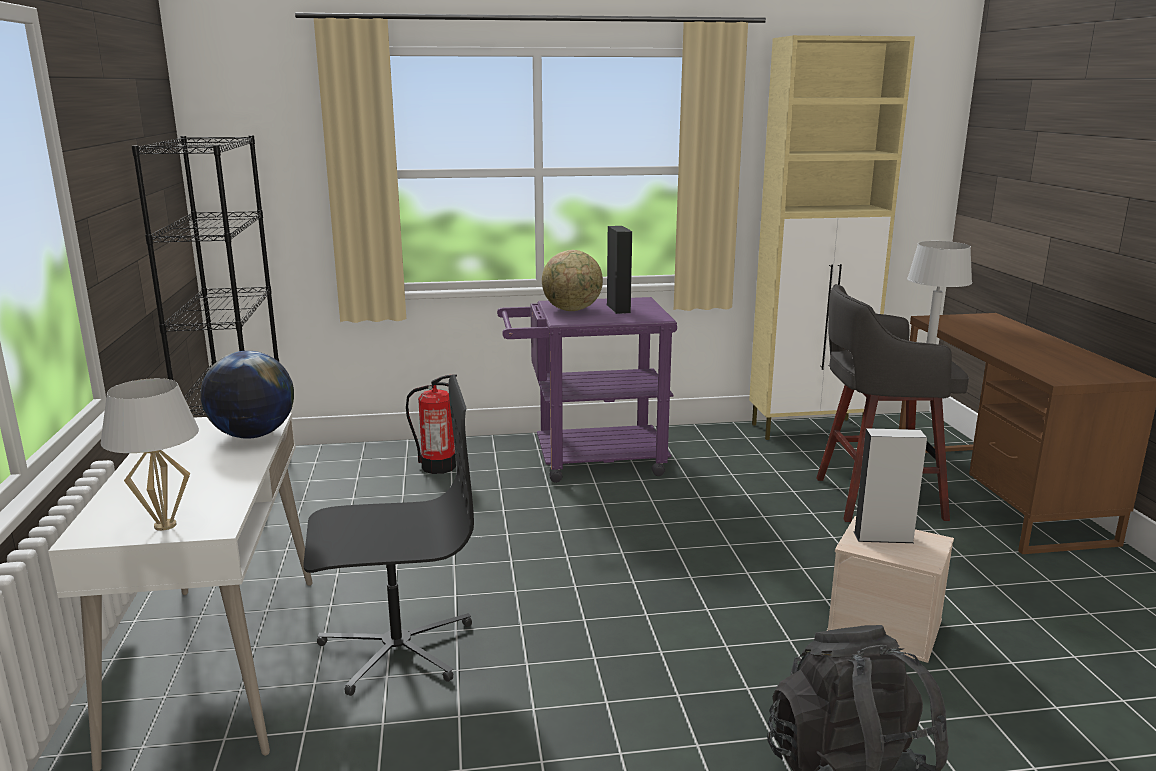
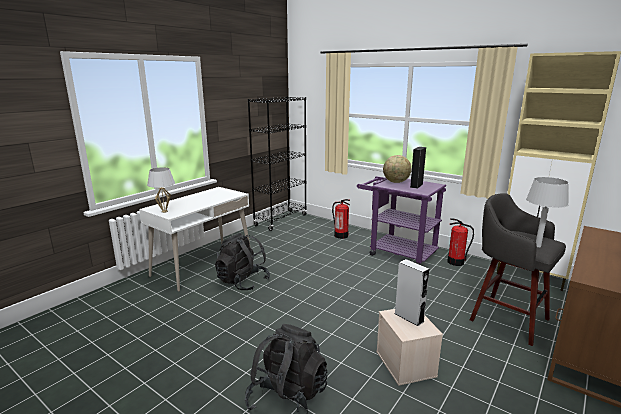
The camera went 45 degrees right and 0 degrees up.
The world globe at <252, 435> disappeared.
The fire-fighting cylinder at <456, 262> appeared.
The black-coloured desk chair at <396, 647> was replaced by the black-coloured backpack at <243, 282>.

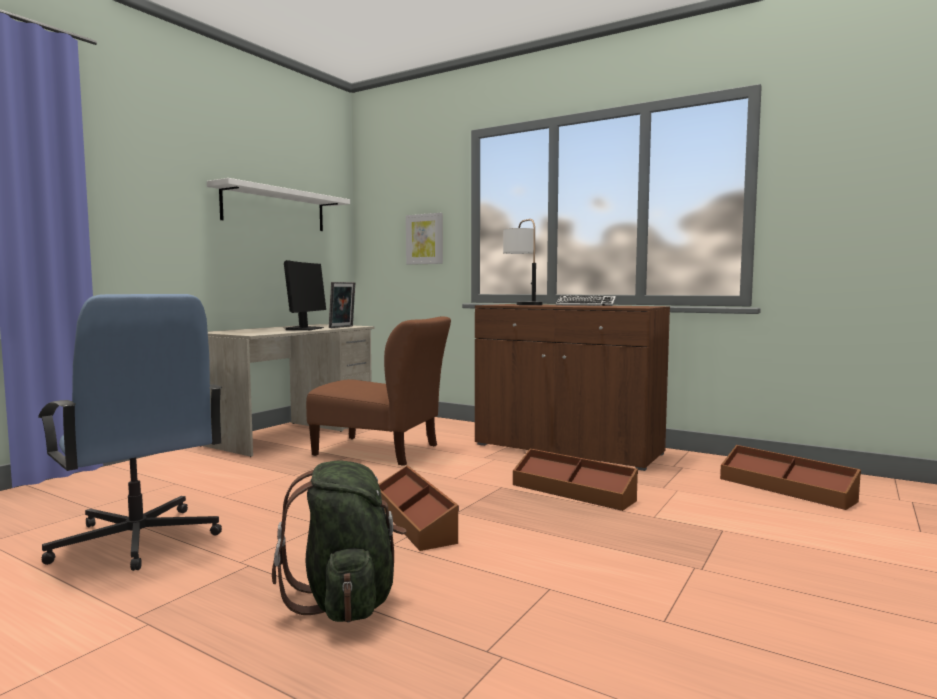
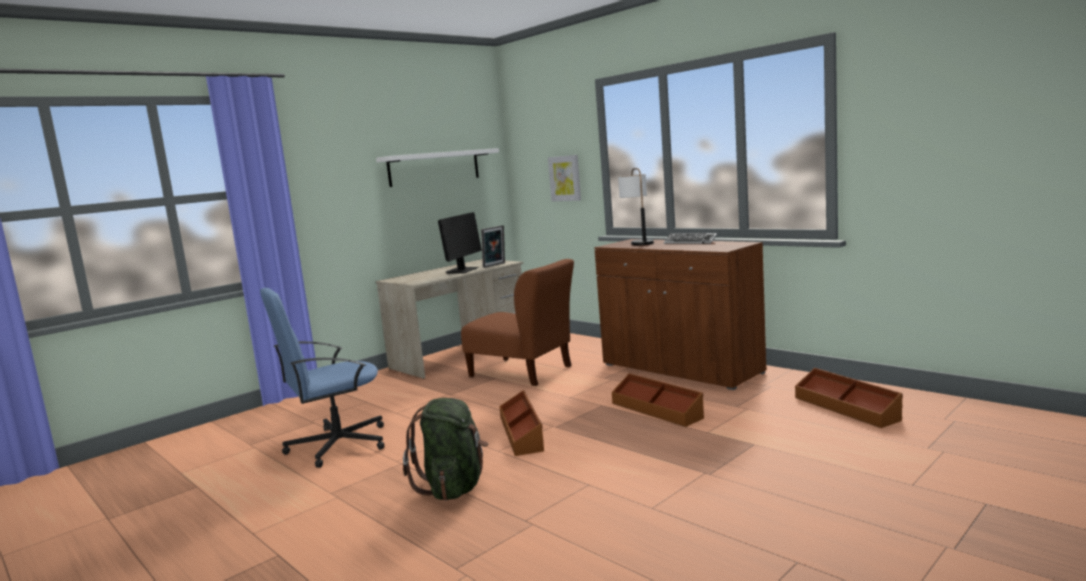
The camera went 15 degrees right and 5 degrees up.
The blue-coloured desk chair at <137, 541> turned 90 degrees clockwise.

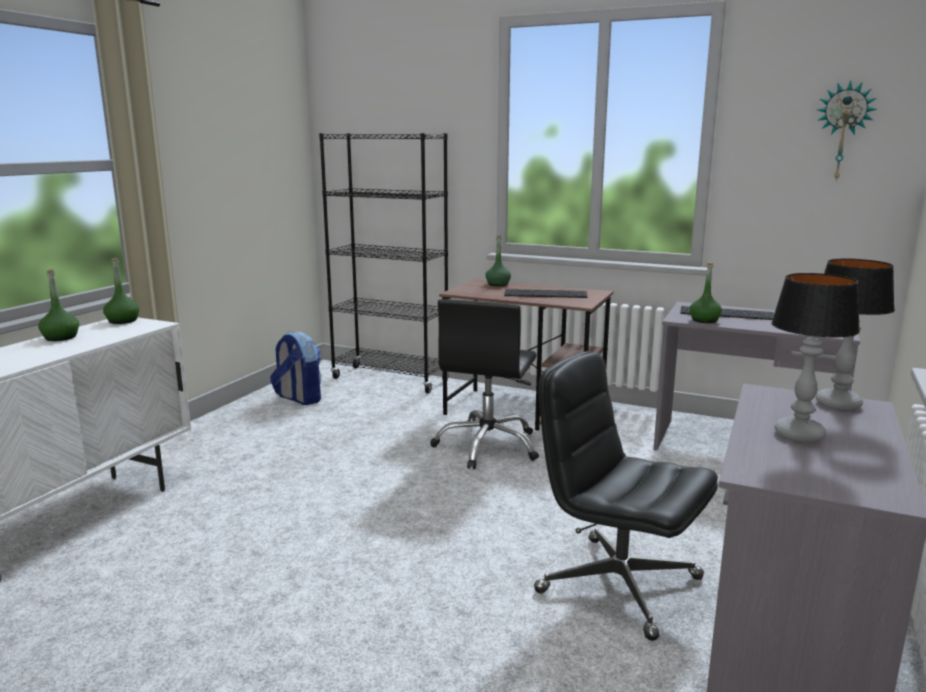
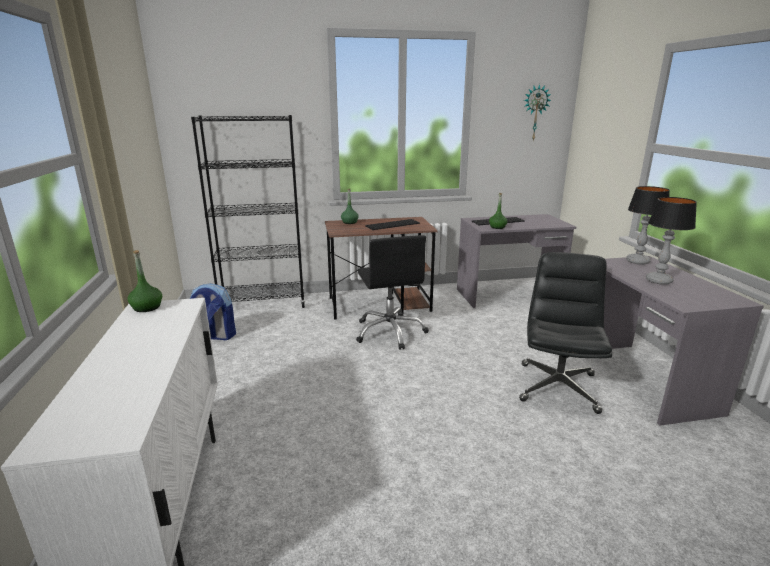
The camera went 35 degrees left and 5 degrees up.
The green bottle at <61, 337> disappeared.
The black-coloured desk chair at <617, 584> turned 105 degrees clockwise.

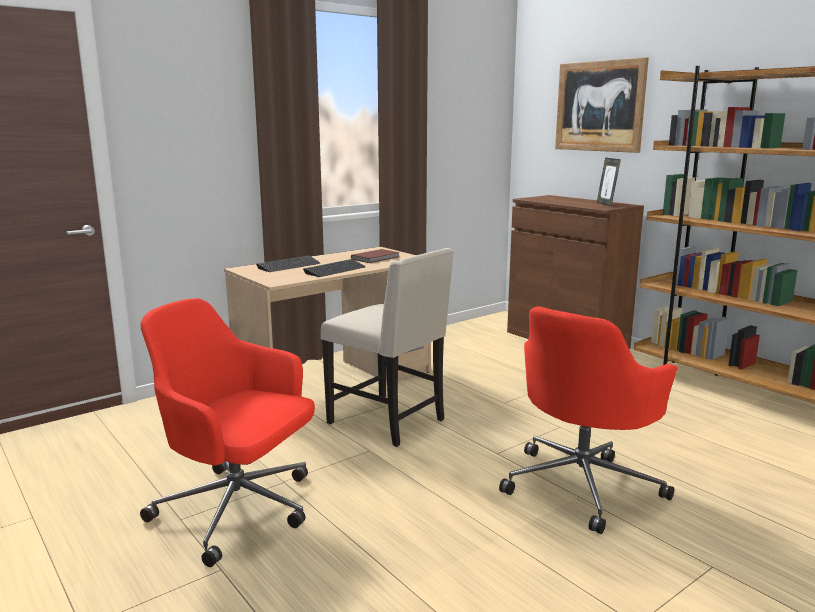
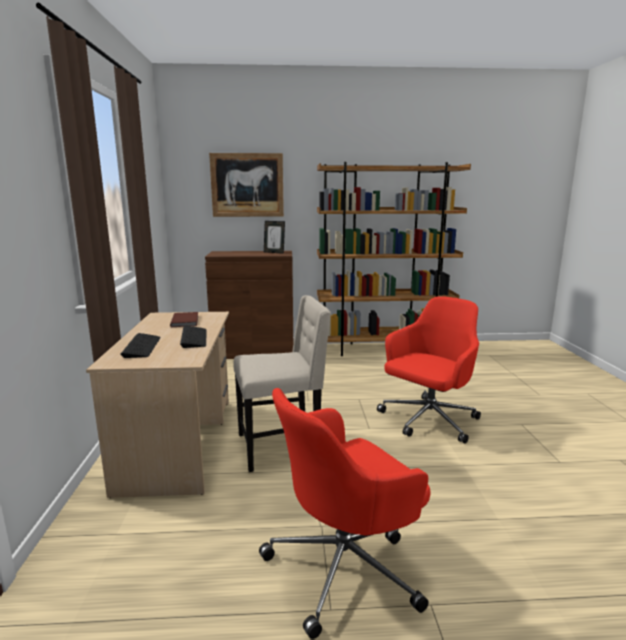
The camera went 55 degrees left and 0 degrees up.
The red-coloured desk chair at <583, 485> turned 120 degrees counterclockwise.

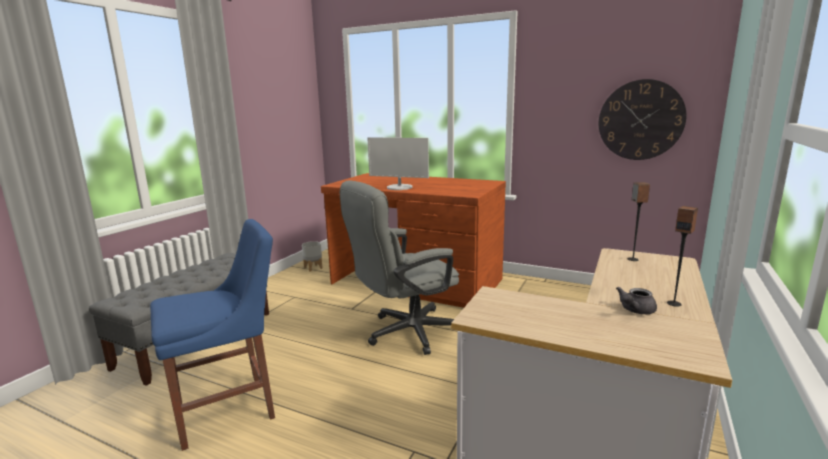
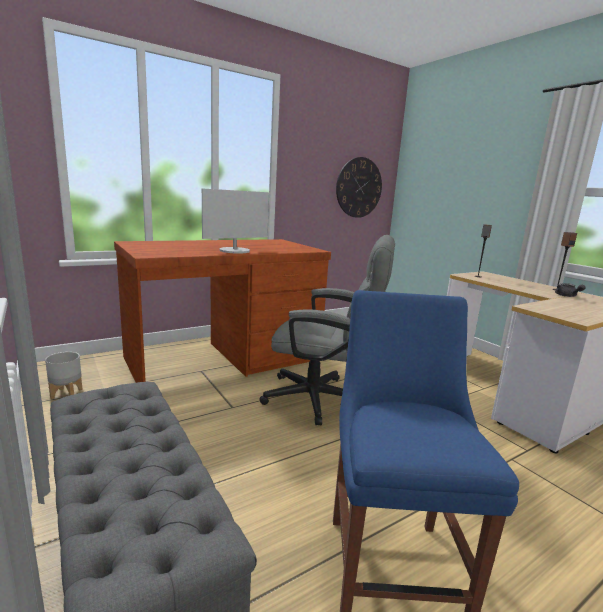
The camera went 60 degrees left and 0 degrees up.
The grey desk chair at <405, 333> turned 75 degrees counterclockwise.

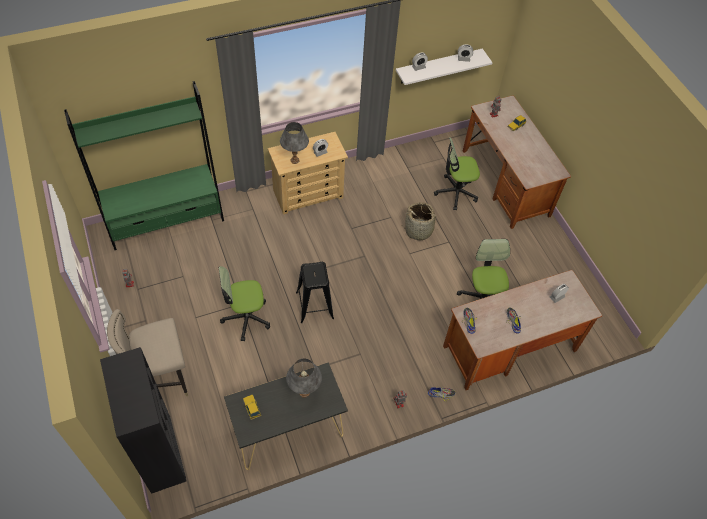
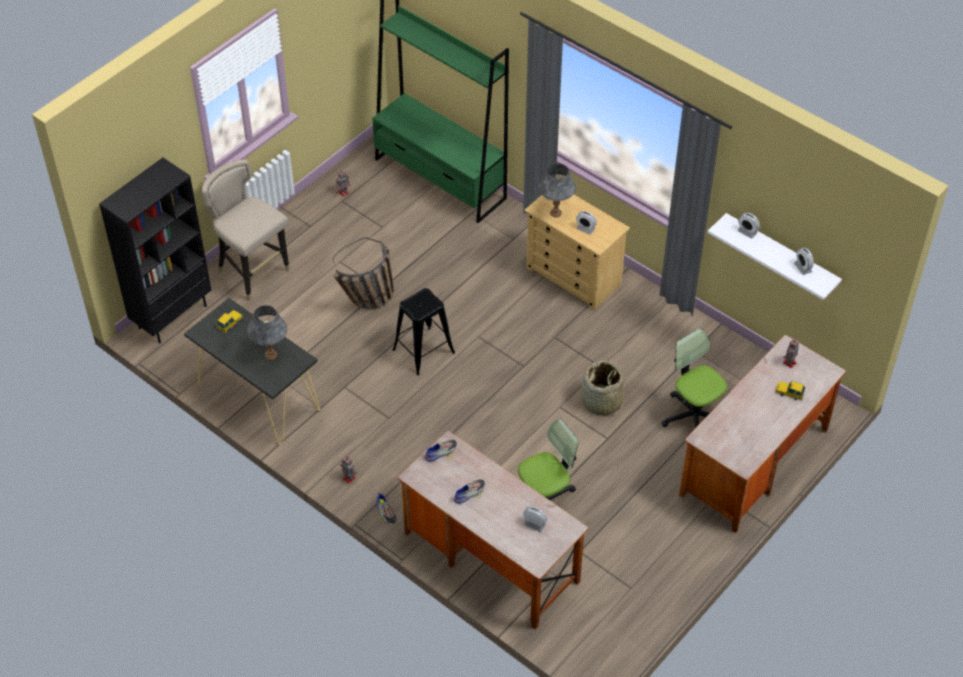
The camera went 65 degrees right and 5 degrees down.
The desk chair at <246, 318> was replaced by the storage basket at <367, 302>.

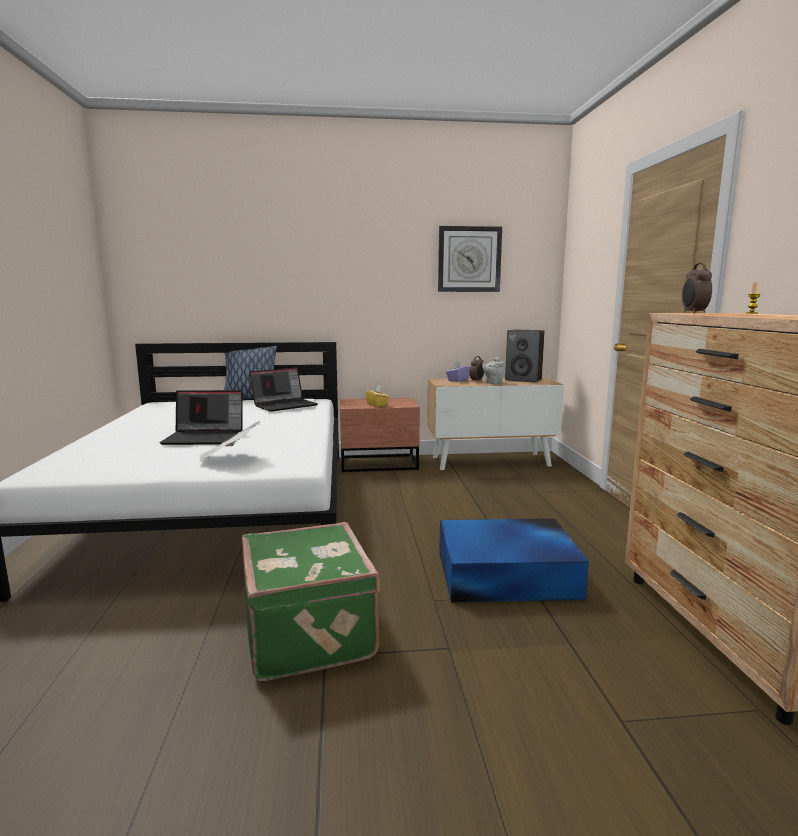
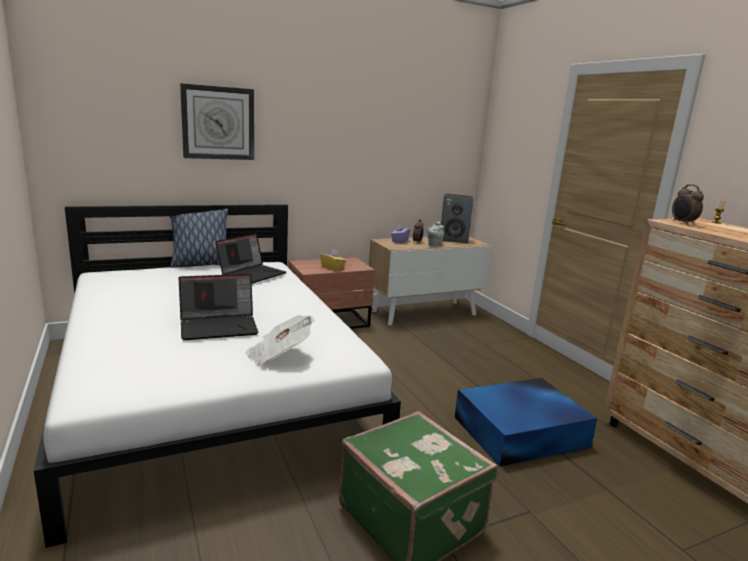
The camera went 20 degrees left and 5 degrees up.
The wall clock moved from <469, 259> to <218, 123>.

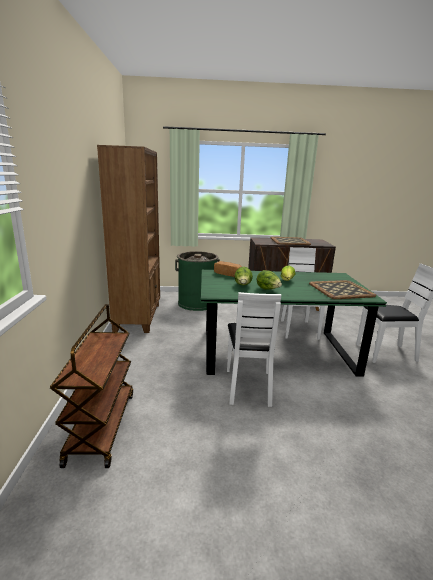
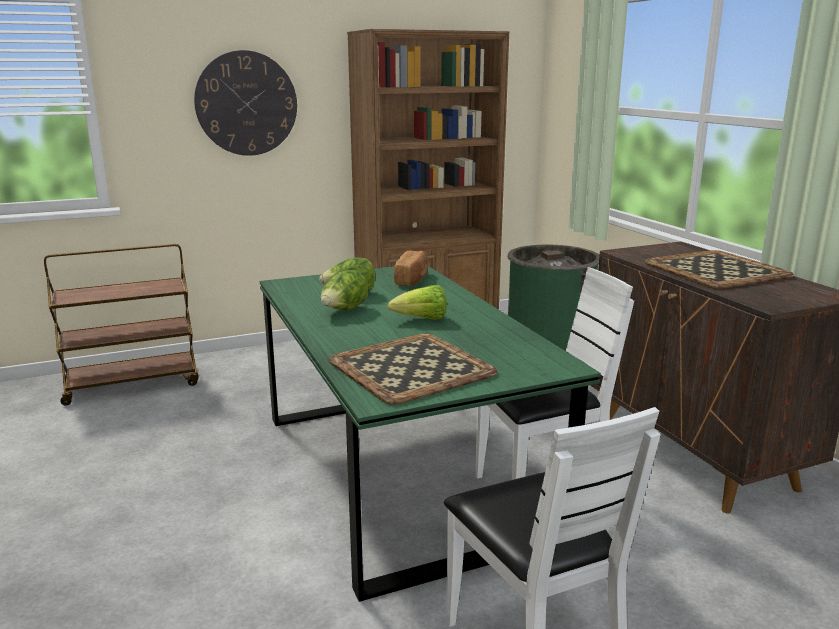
The camera went 70 degrees right and 0 degrees up.
The white-coloured chair at <249, 386> disappeared.
The wall clock at <246, 103> appeared.

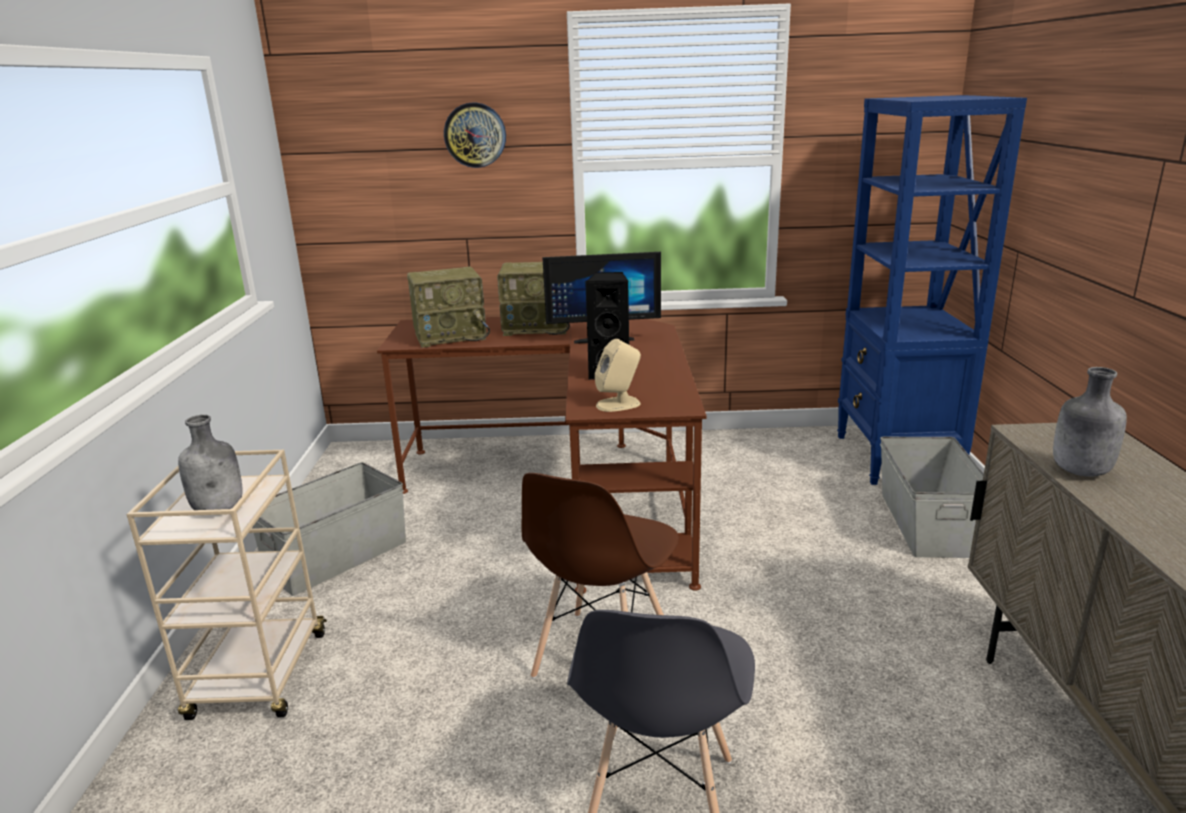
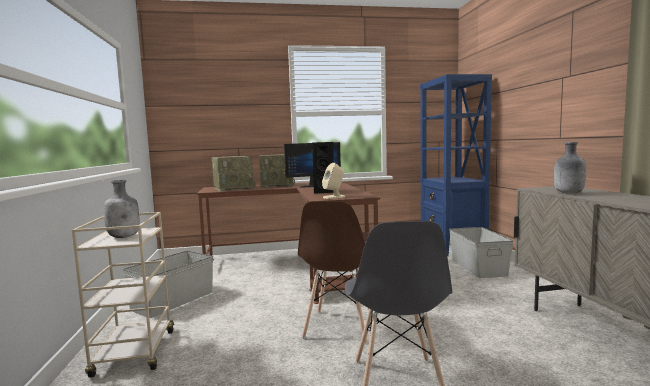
The camera went 10 degrees left and 15 degrees down.
The wall clock at <475, 135> disappeared.

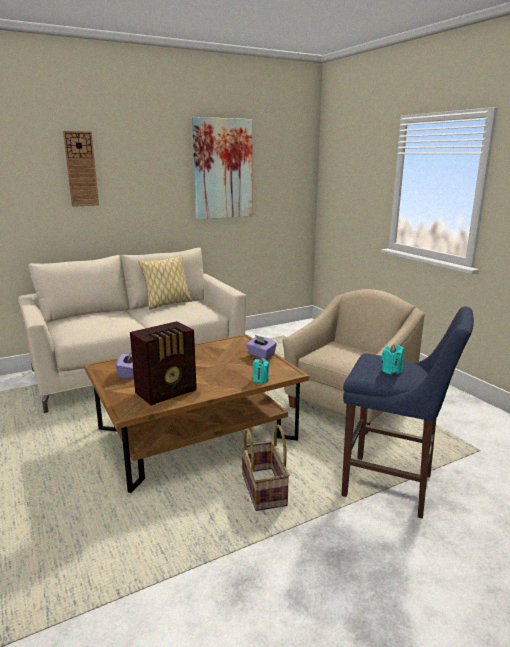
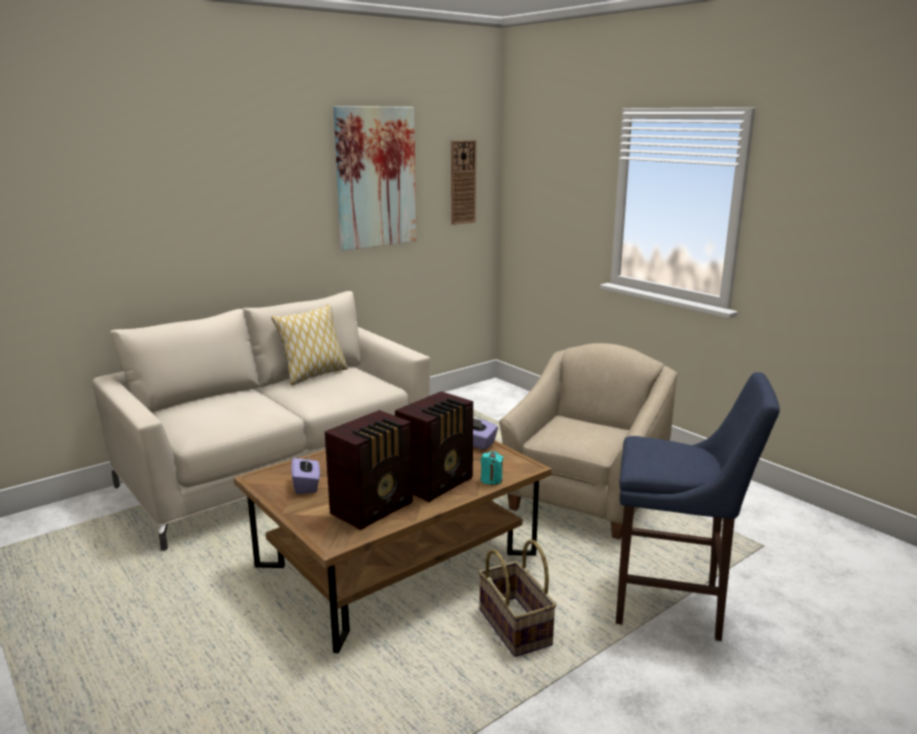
The camera went 10 degrees left and 0 degrees up.
The blue-green wax candle at <391, 370> disappeared.
The radio at <437, 483> appeared.
The wall clock moved from <81, 169> to <462, 182>.

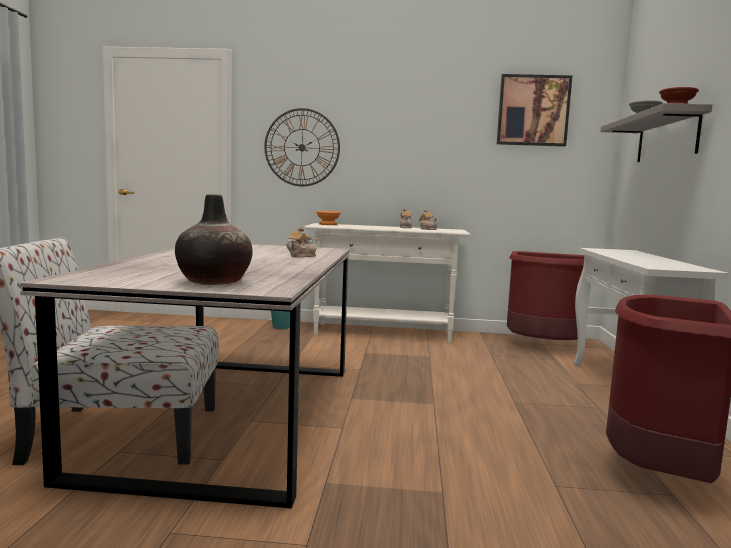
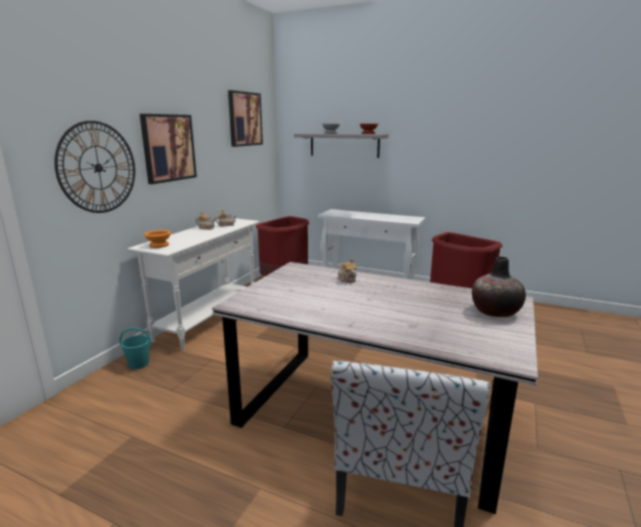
The camera went 70 degrees left and 10 degrees up.
The picture at <168, 148> appeared.

